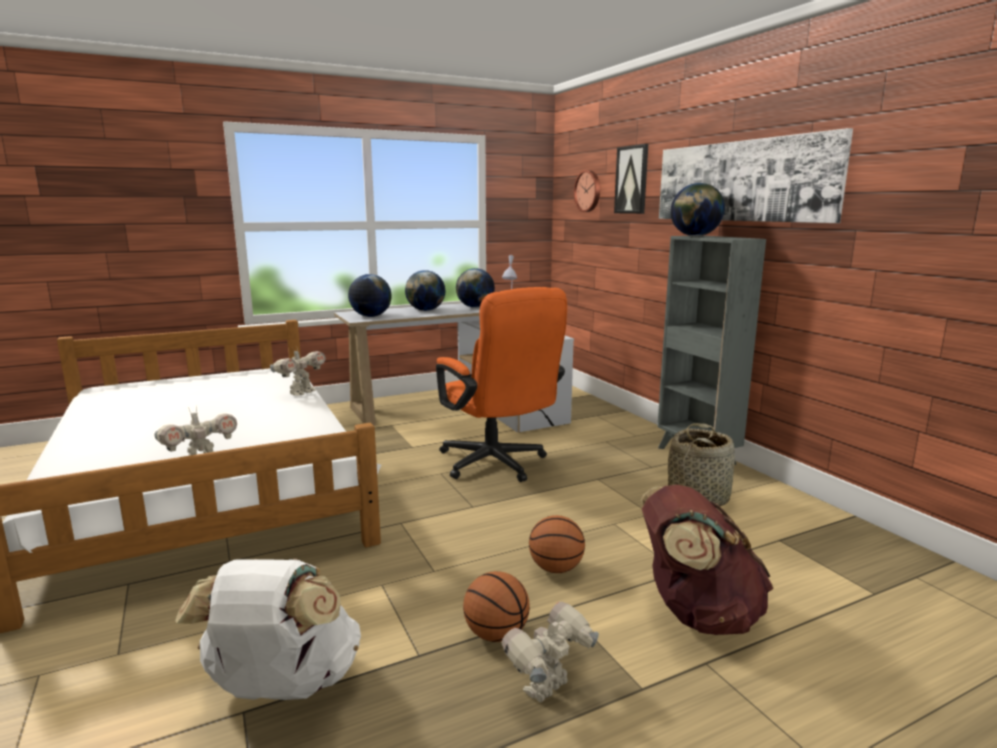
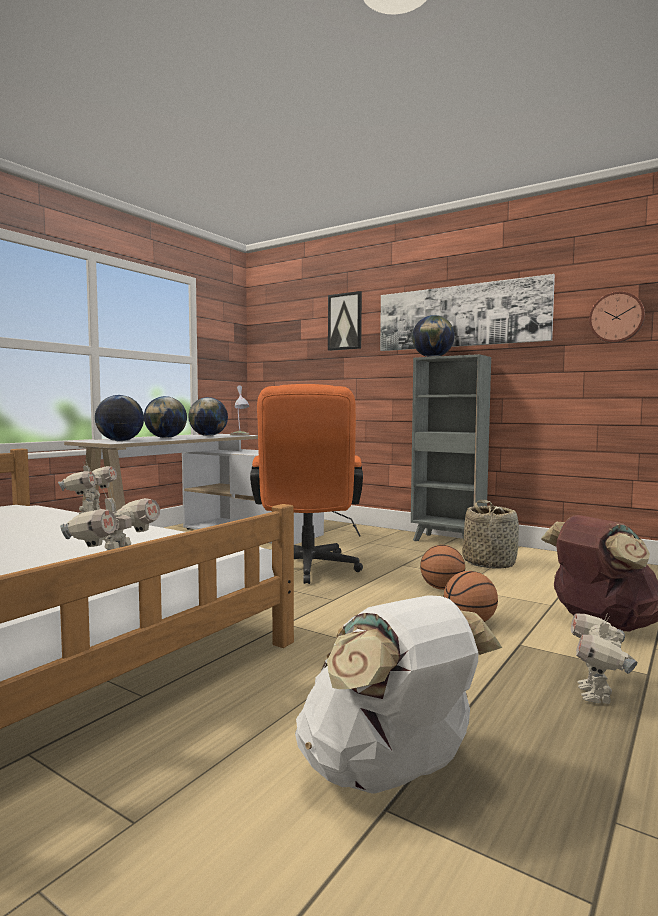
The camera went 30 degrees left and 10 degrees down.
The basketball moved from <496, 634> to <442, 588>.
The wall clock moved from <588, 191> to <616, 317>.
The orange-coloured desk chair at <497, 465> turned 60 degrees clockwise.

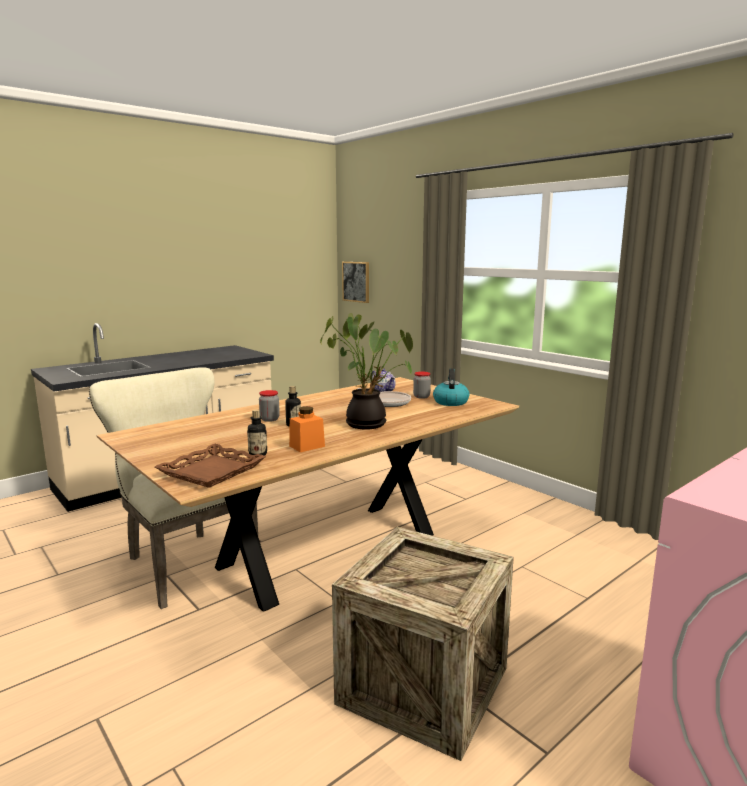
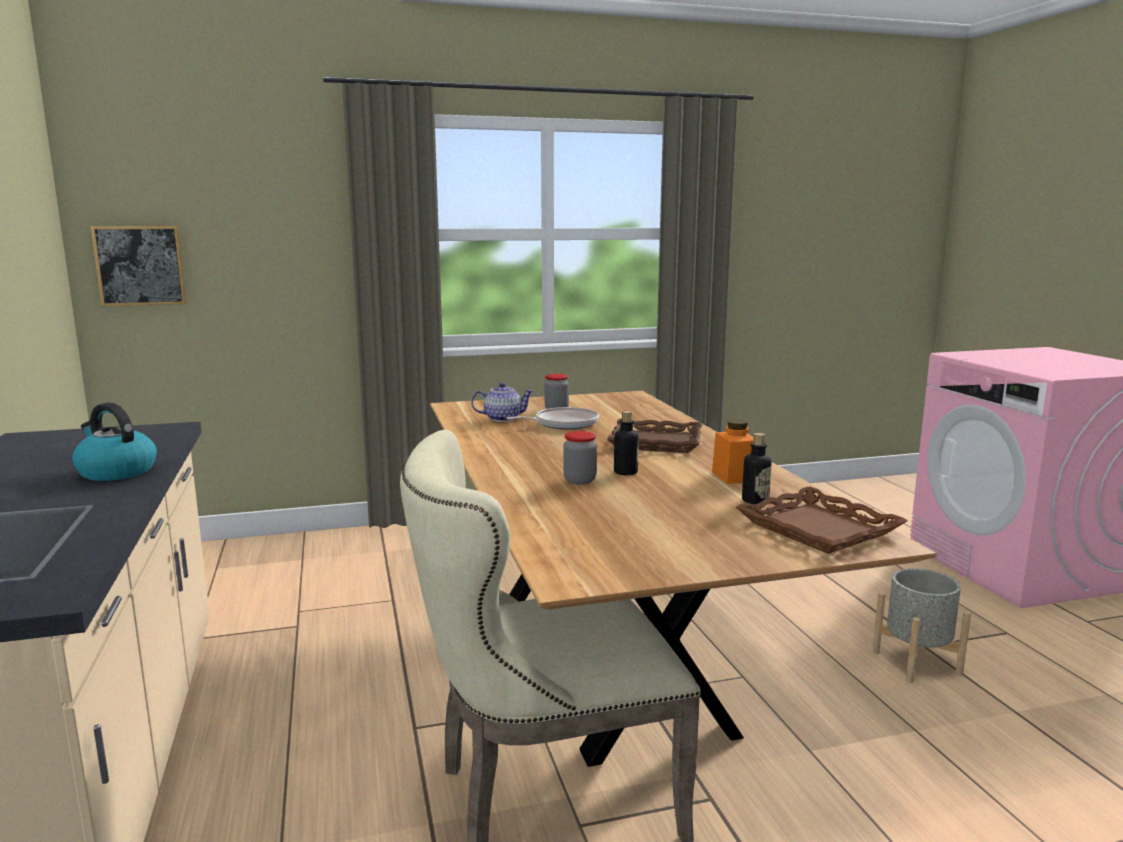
The camera went 65 degrees left and 0 degrees up.
The kettle moved from <450, 402> to <116, 472>.
The plant in a pot at <368, 423> was replaced by the brownish serving tray at <655, 442>.
The packing crate at <423, 685> was replaced by the grey flower pot at <916, 662>.

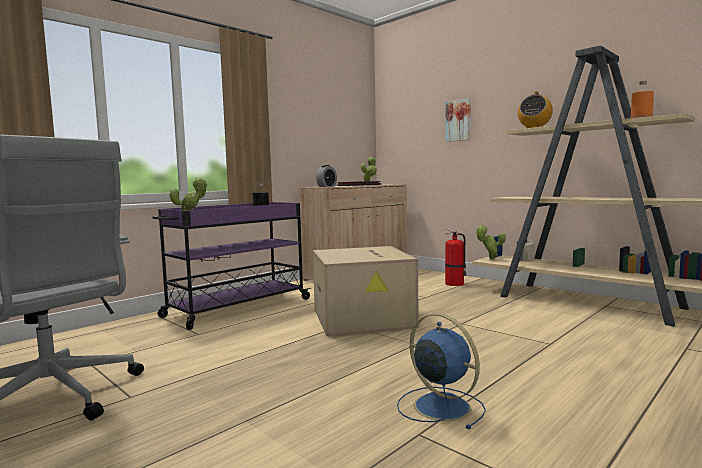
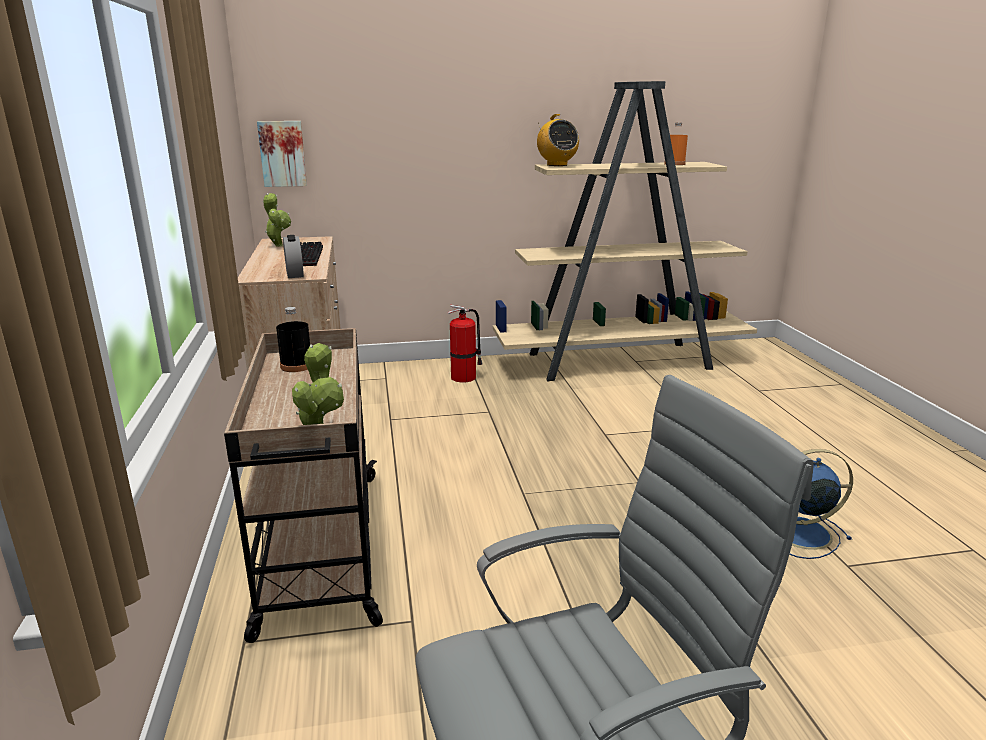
The camera went 55 degrees left and 15 degrees up.
The packing box at <364, 318> disappeared.
The plant in a pot at <490, 259> disappeared.
The picture moved from <458, 120> to <282, 153>.
The purplish trolley at <236, 308> became the beige-coloured trolley at <321, 549>.

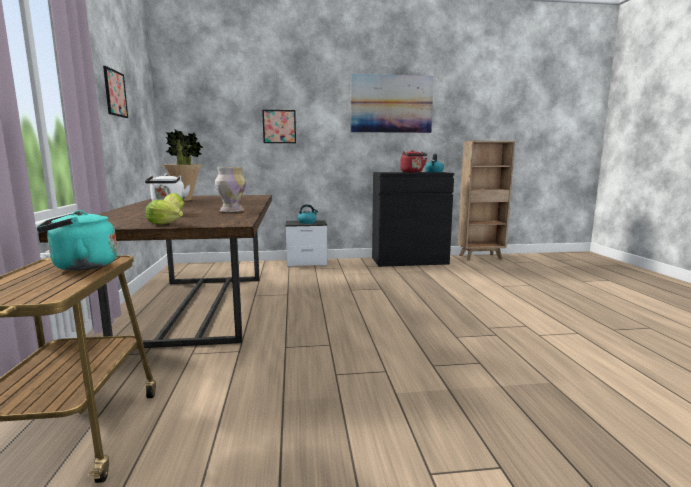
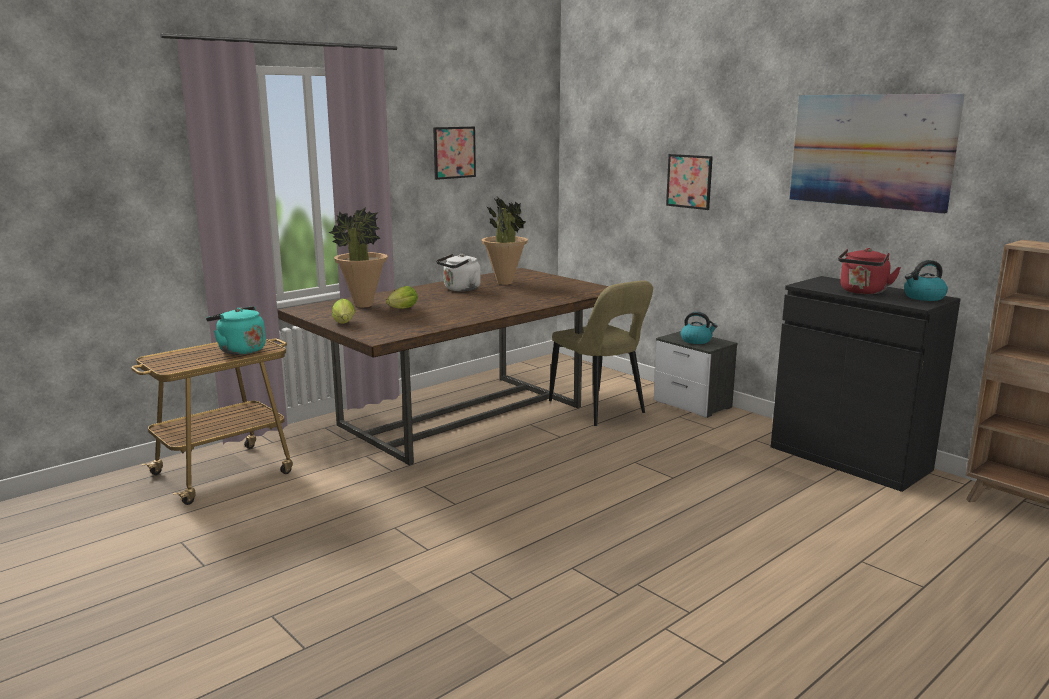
The camera went 55 degrees right and 5 degrees up.
The decorative vase at <231, 211> disappeared.
The plant in a pot at <363, 305> appeared.
The beige-coloured chair at <599, 409> appeared.

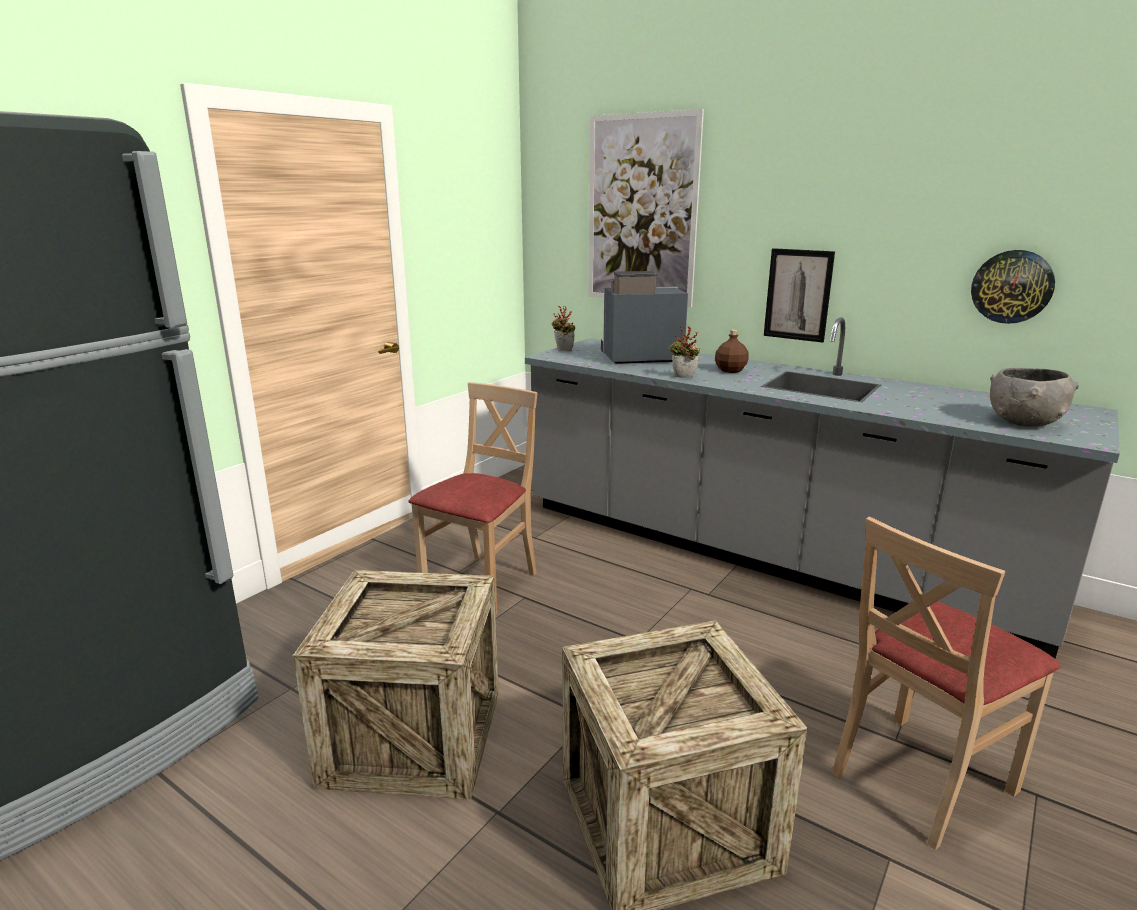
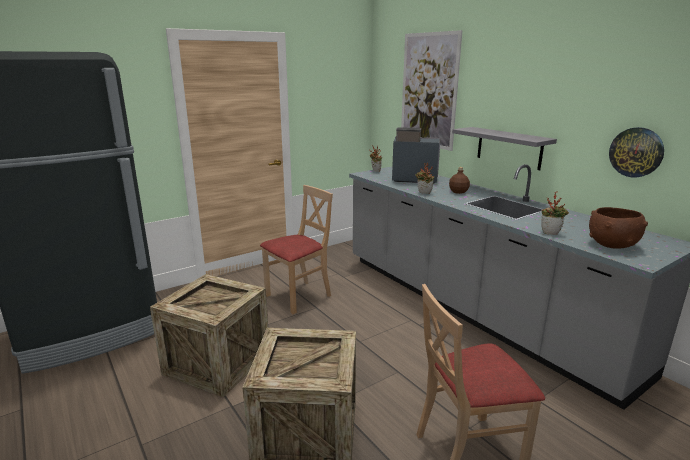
The camera went 20 degrees right and 0 degrees up.
The plant in a pot at <551, 233> appeared.
The picture at <798, 295> was replaced by the grey shelf at <509, 148>.
The grey deep dish at <1023, 422> became the brownish deep dish at <611, 245>.

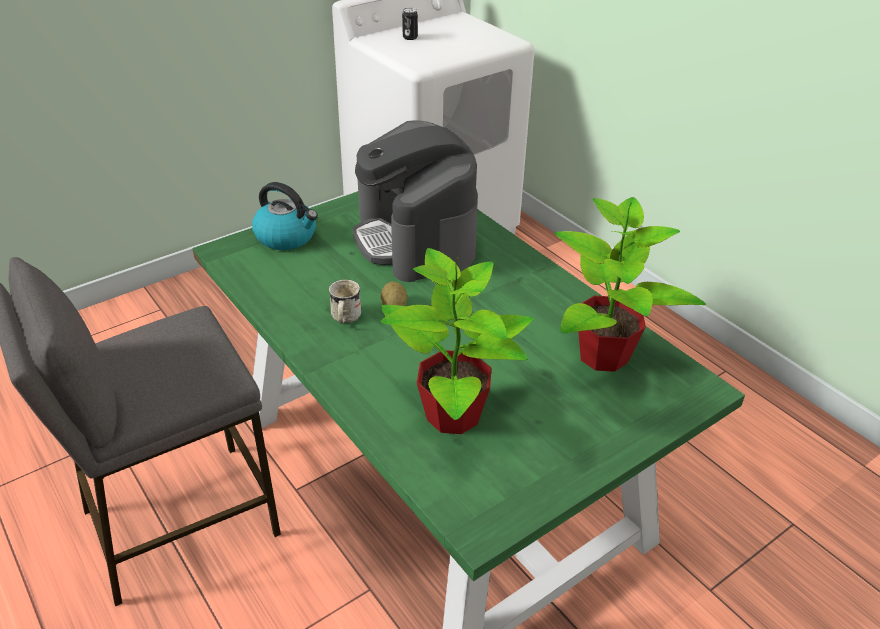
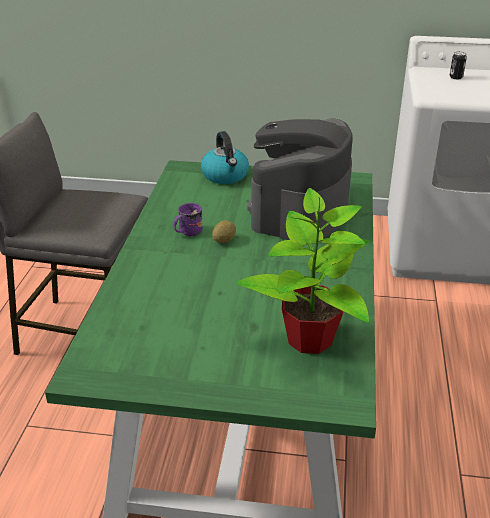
The camera went 45 degrees right and 5 degrees down.
The plant in a pot at <454, 415> disappeared.
The white-coloured mug at <344, 318> became the purplish mug at <187, 232>.

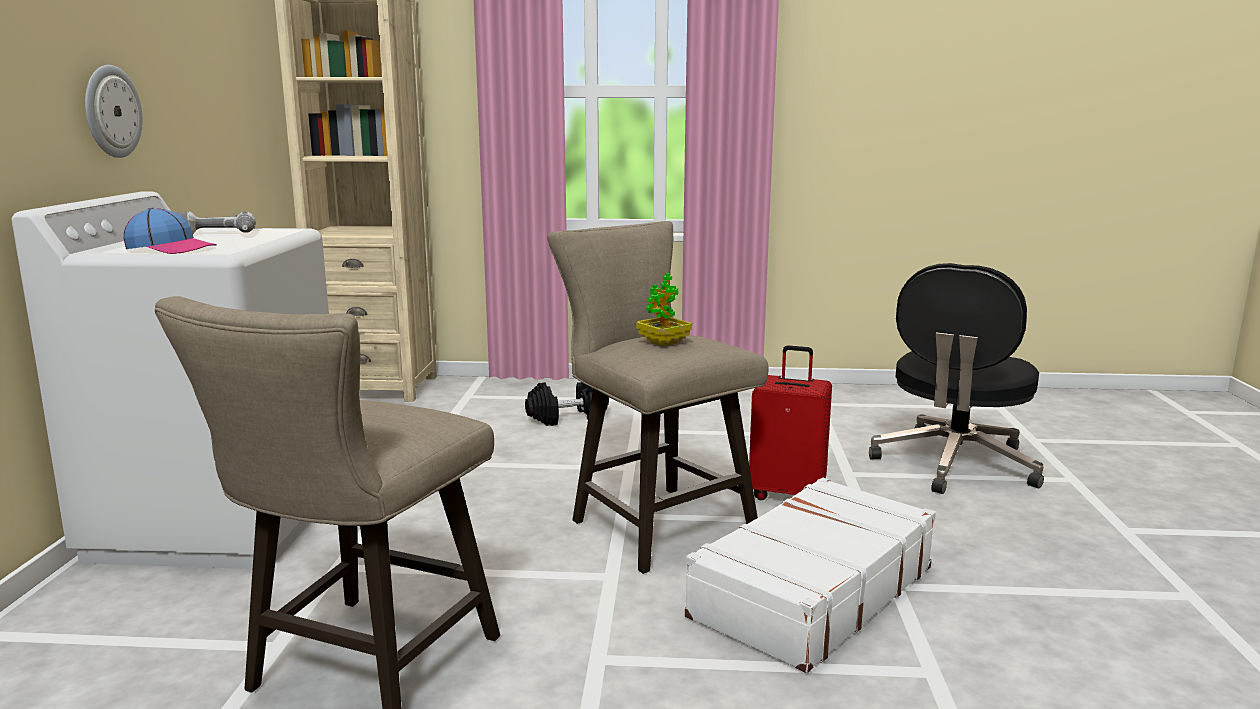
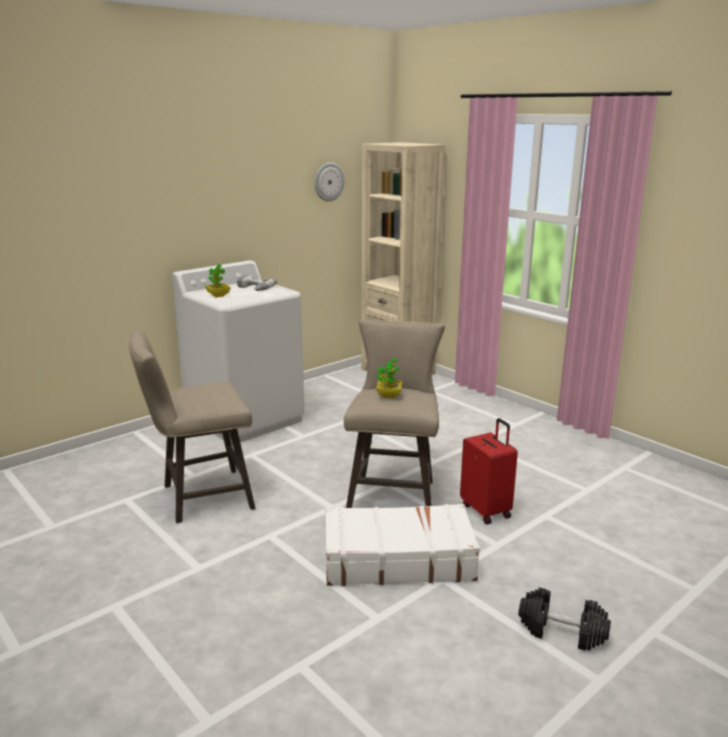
The camera went 45 degrees right and 5 degrees up.
The black-coloured desk chair at <954, 465> disappeared.
The wall clock moved from <111, 111> to <328, 182>.
The black-coloured free weight moved from <567, 417> to <561, 632>.
The cap at <171, 248> was replaced by the plant in a pot at <218, 296>.

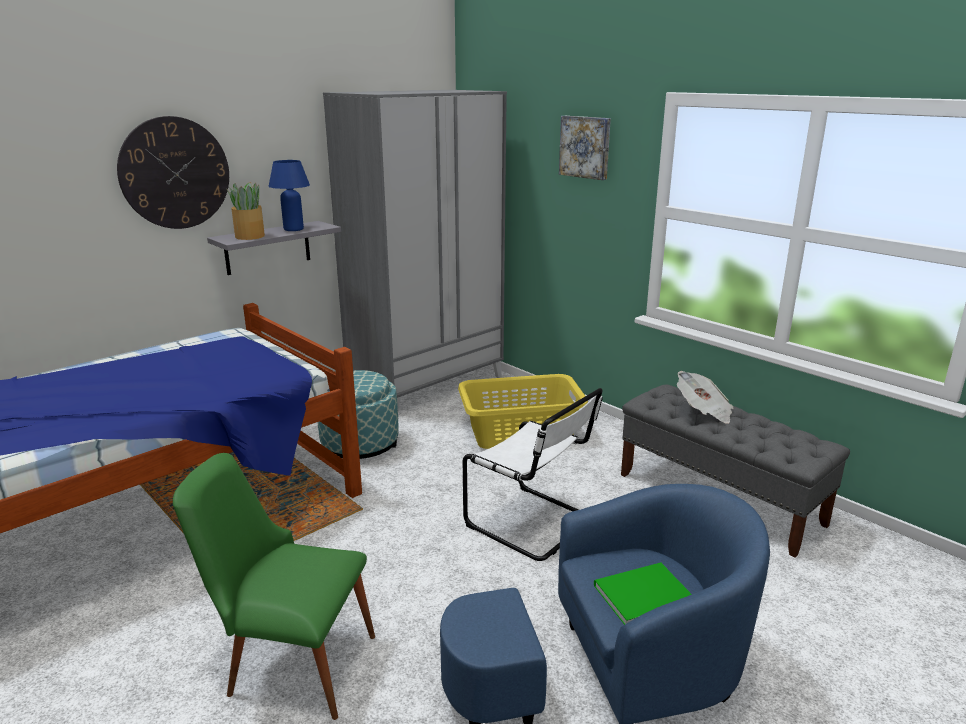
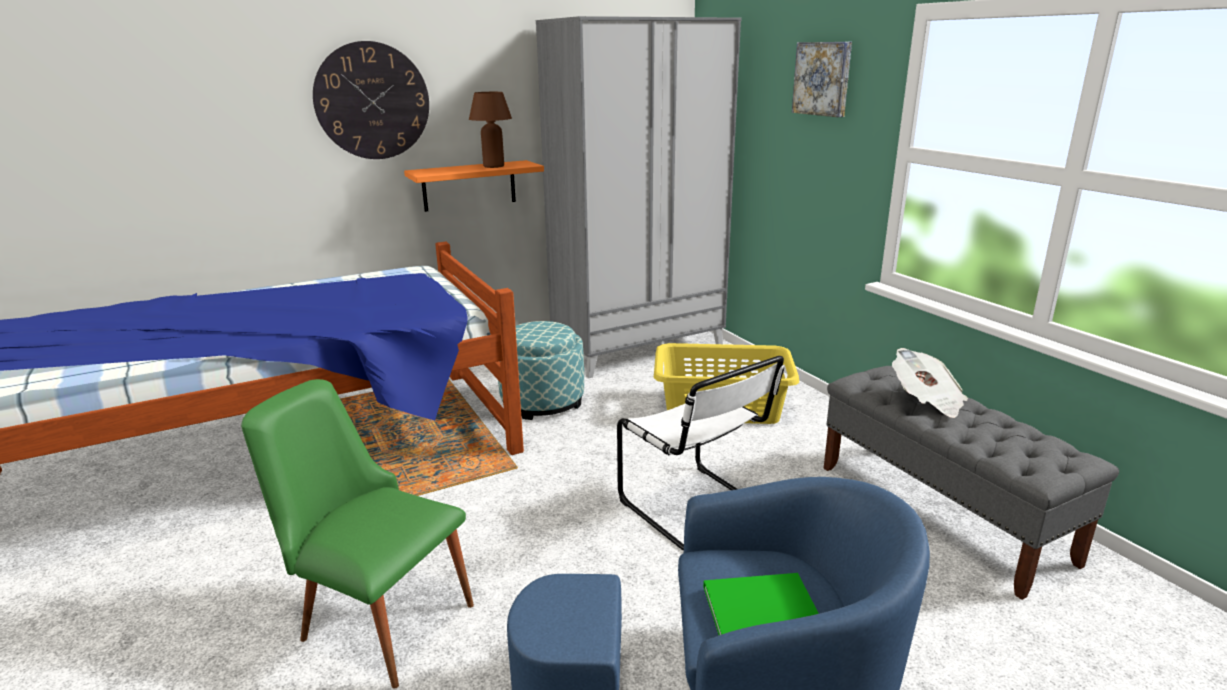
The camera went 15 degrees right and 0 degrees up.
The plant in a pot at <250, 236> disappeared.
The grey shelf at <267, 248> became the orange-coloured shelf at <469, 185>.
The blue-coloured tabletop lamp at <293, 229> became the brownish tabletop lamp at <493, 166>.

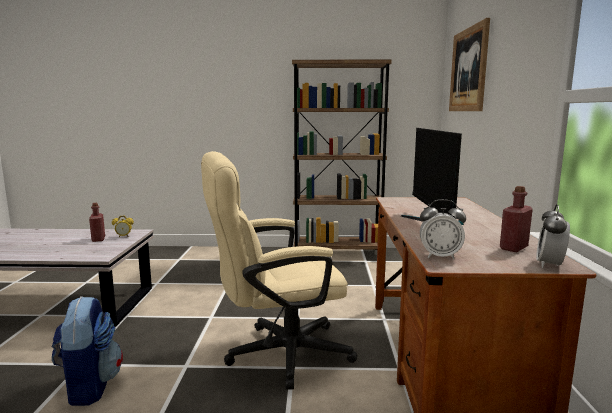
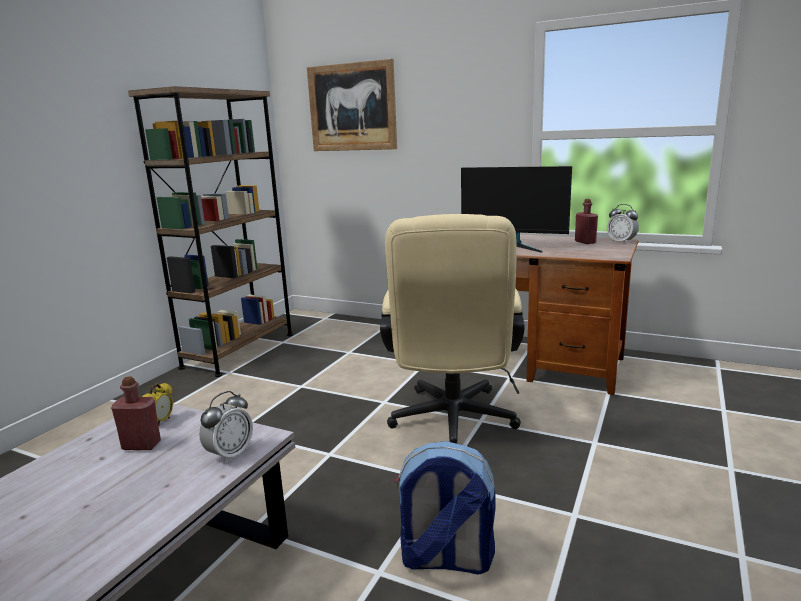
The camera went 65 degrees left and 5 degrees up.
The table clock moved from <440, 256> to <230, 454>.

